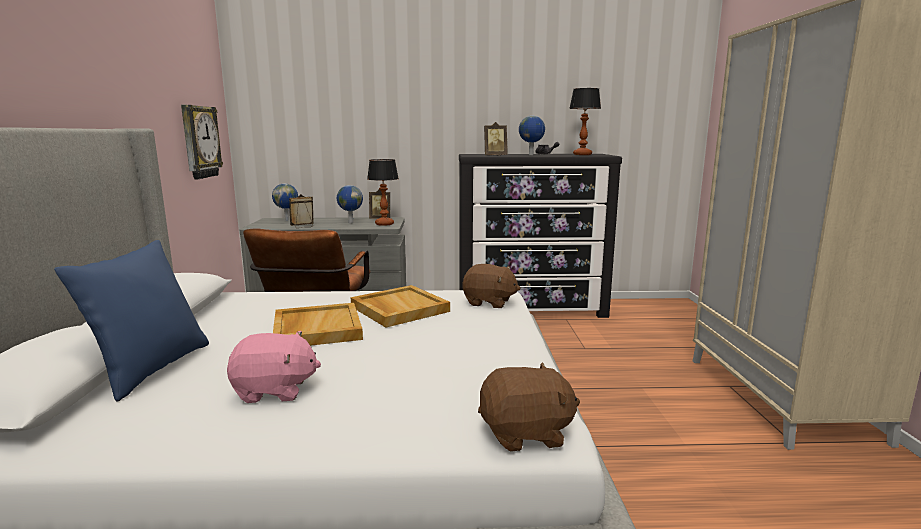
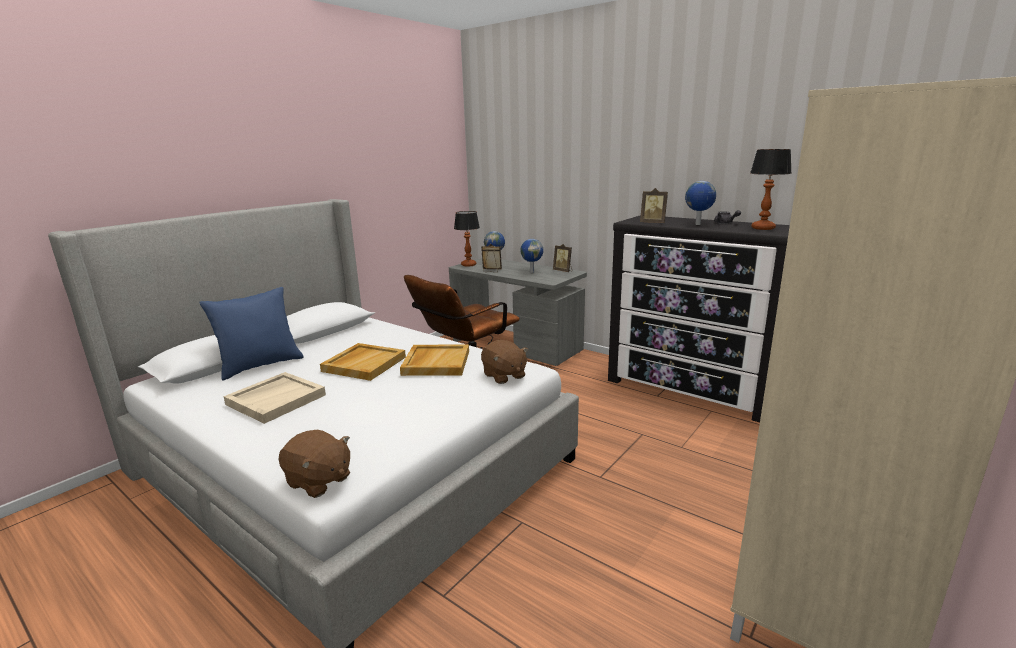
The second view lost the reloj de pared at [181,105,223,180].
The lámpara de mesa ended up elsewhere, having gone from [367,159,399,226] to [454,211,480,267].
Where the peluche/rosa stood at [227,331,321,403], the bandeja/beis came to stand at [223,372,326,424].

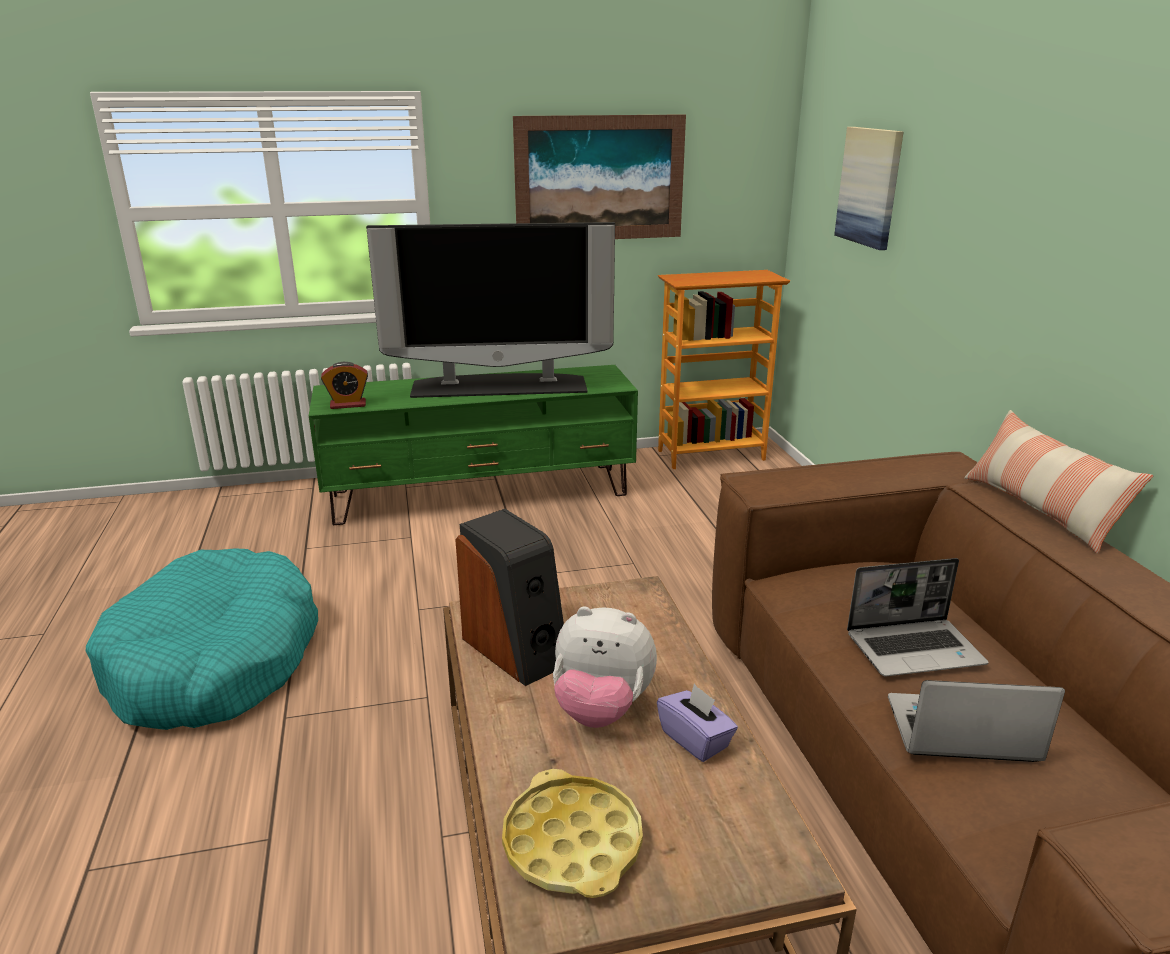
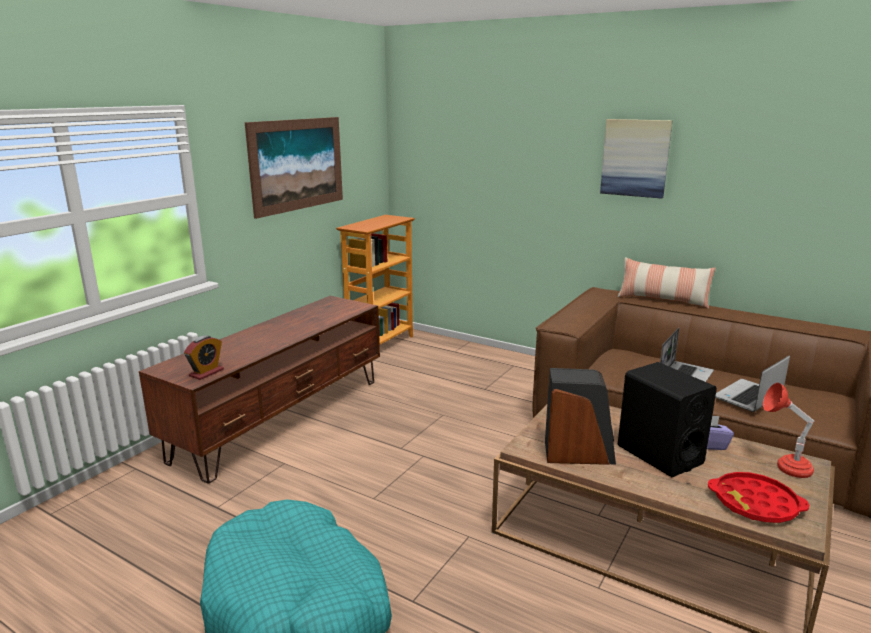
The cuadro ended up elsewhere, having gone from [834,127,904,250] to [600,119,673,199].
The second view lost the televisor at [366,222,615,398].
What was the mueble de televisión/verde at [309,365,638,525] turned into the mueble de televisión/marrón at [139,296,380,484].
Where the peluche stood at [553,607,657,728], the altavoz/negro came to stand at [618,362,717,477].
What was the bandeja/amarillo at [502,769,643,898] turned into the bandeja/rojo at [708,472,809,523].
The second view gained the lámpara de mesa/rojo at [763,383,814,478].

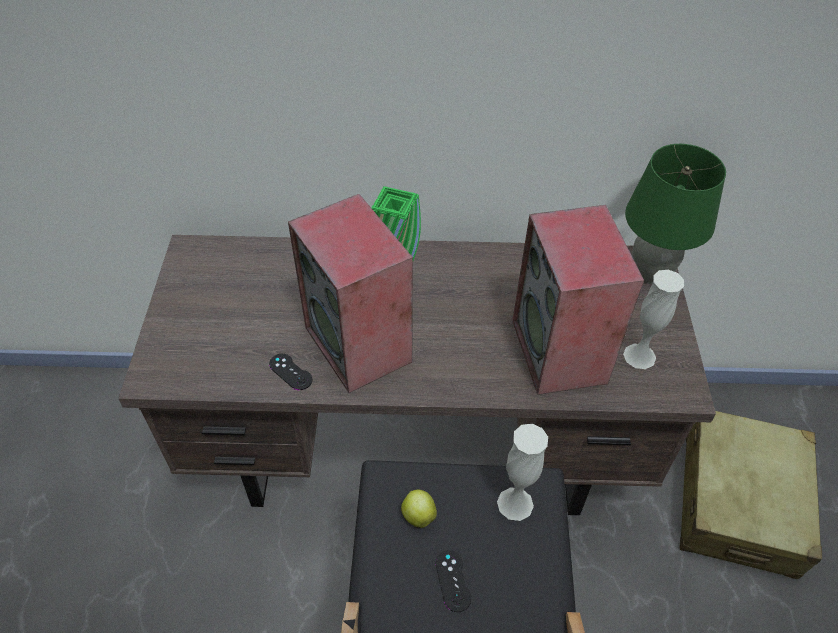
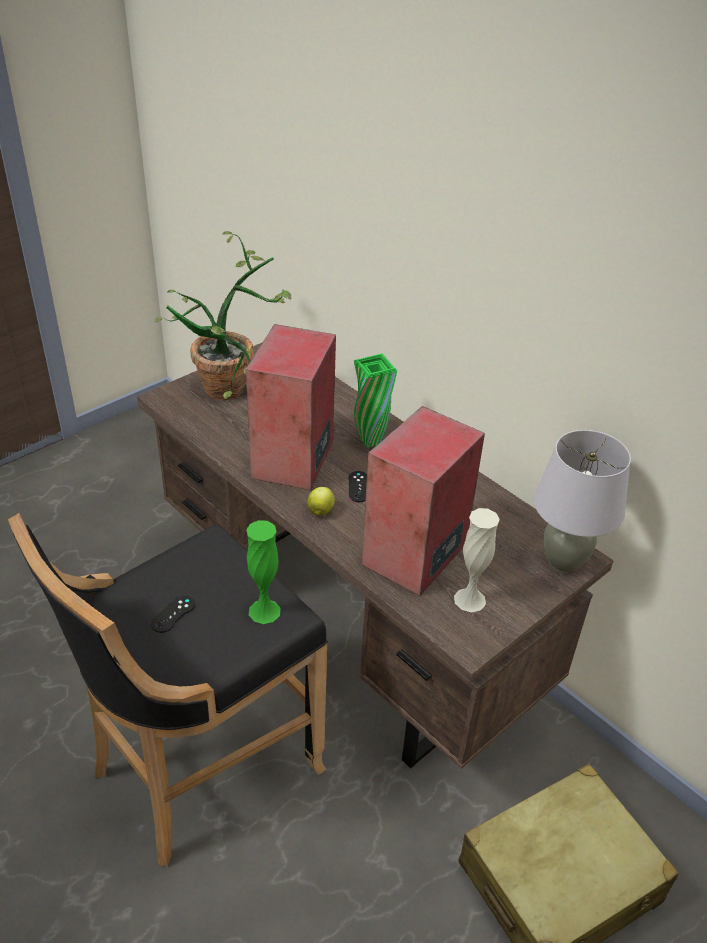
What was the lámpara de mesa/verde at [625,144,726,284] turned into the lámpara de mesa/gris at [534,430,631,574].
The mando de consola/negro ended up elsewhere, having gone from [269,354,312,390] to [349,471,367,502].
What was the florero/blanco at [497,424,548,521] turned into the florero/verde at [246,520,281,624].
The manzana ended up elsewhere, having gone from [401,489,437,528] to [308,487,335,515].
The second view gained the planta en maceta at [154,231,291,400].

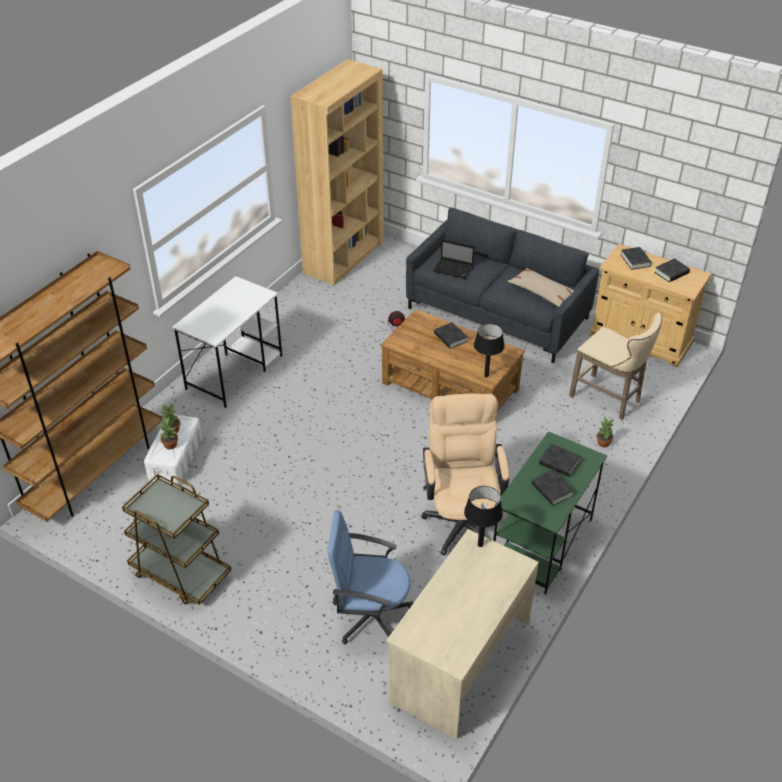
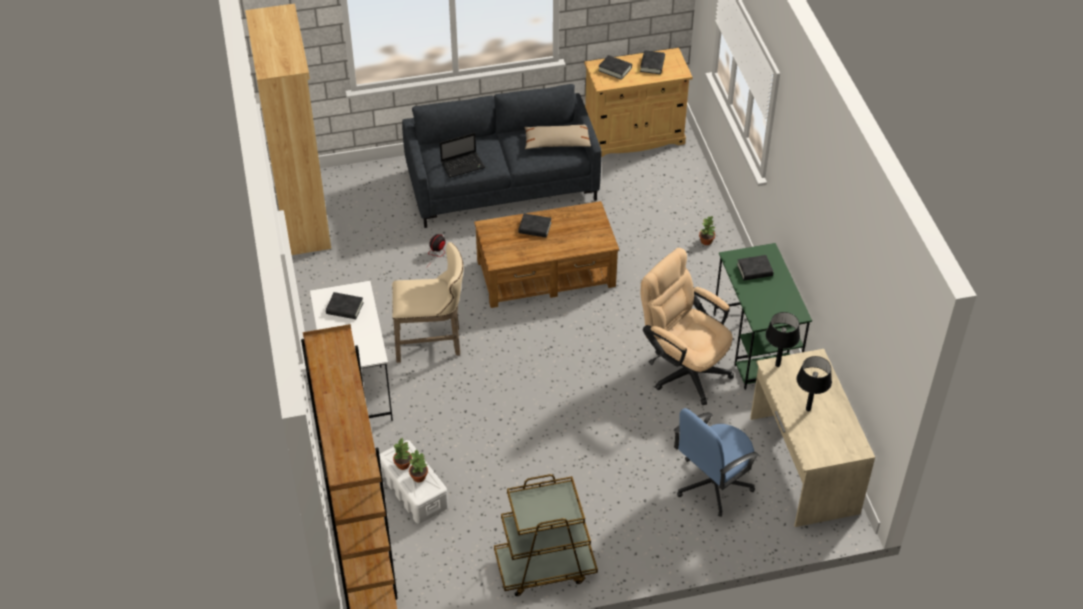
The taburete/beis ended up elsewhere, having gone from [569,313,662,420] to [392,242,464,363].
The lámpara de mesa/negro ended up elsewhere, having gone from [474,324,505,378] to [797,356,832,411].
The libro/negro ended up elsewhere, having gone from [532,469,574,506] to [326,292,364,319].

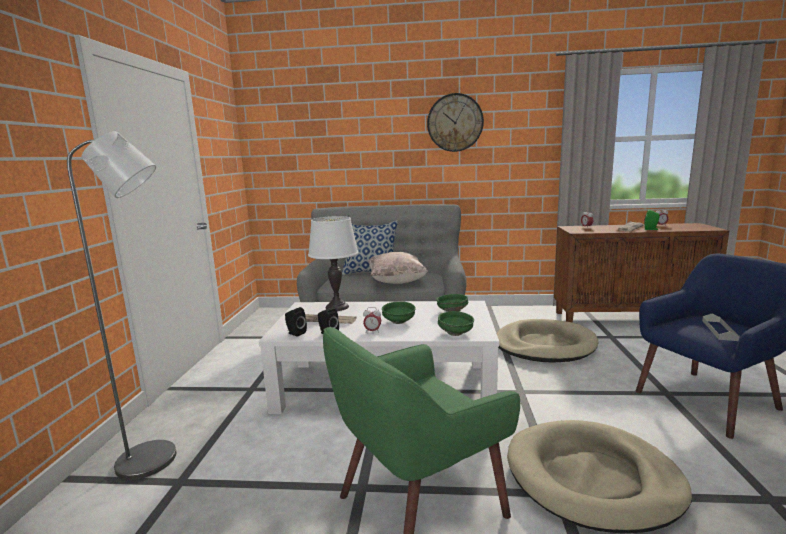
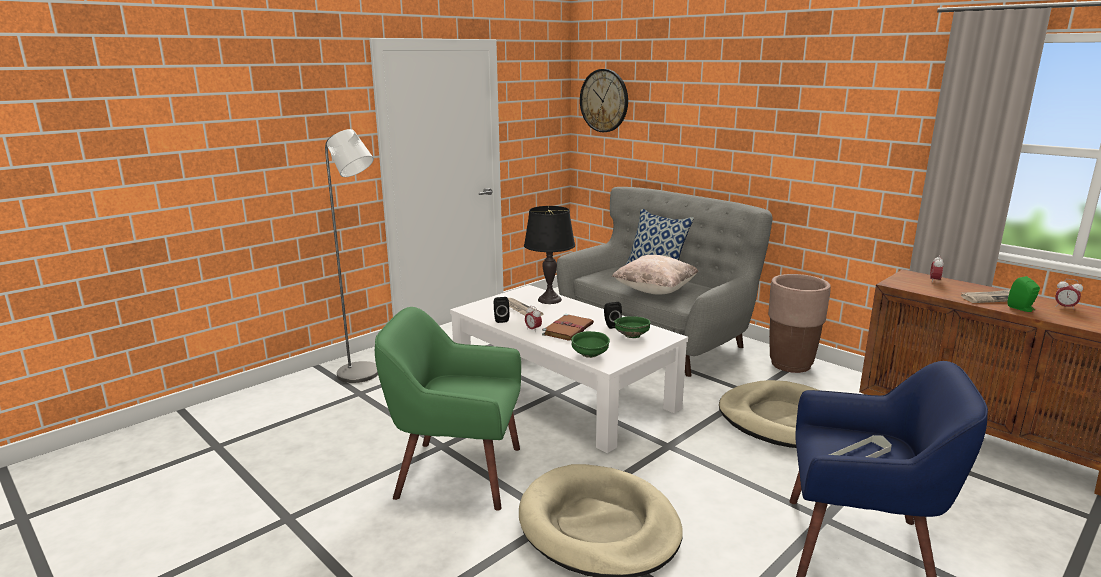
The reloj de pared ended up elsewhere, having gone from [427,93,484,152] to [580,69,628,132].
What was the lámpara de mesa/blanco at [308,216,359,311] turned into the lámpara de mesa/negro at [524,206,575,304].
Where the cuenco/verde stood at [382,302,416,324], the libro/marrón came to stand at [542,314,594,341].
The altavoz/negro ended up elsewhere, having gone from [285,307,307,337] to [604,302,622,329].
The second view gained the maceta/marrón at [768,274,831,373].

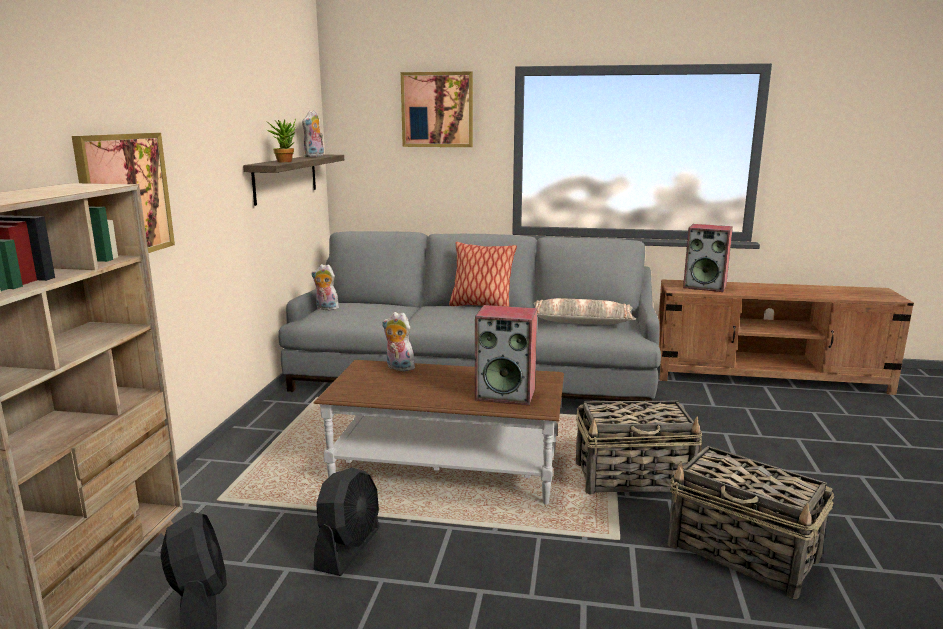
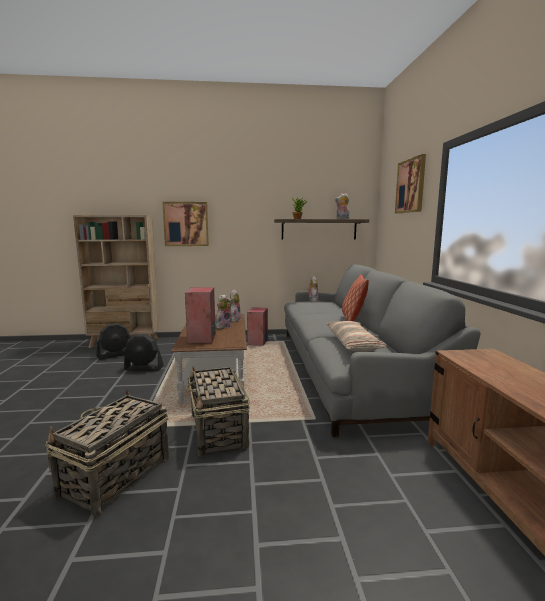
The altavoz ended up elsewhere, having gone from [683,224,733,292] to [247,307,268,346].
The second view gained the peluche at [216,294,232,329].

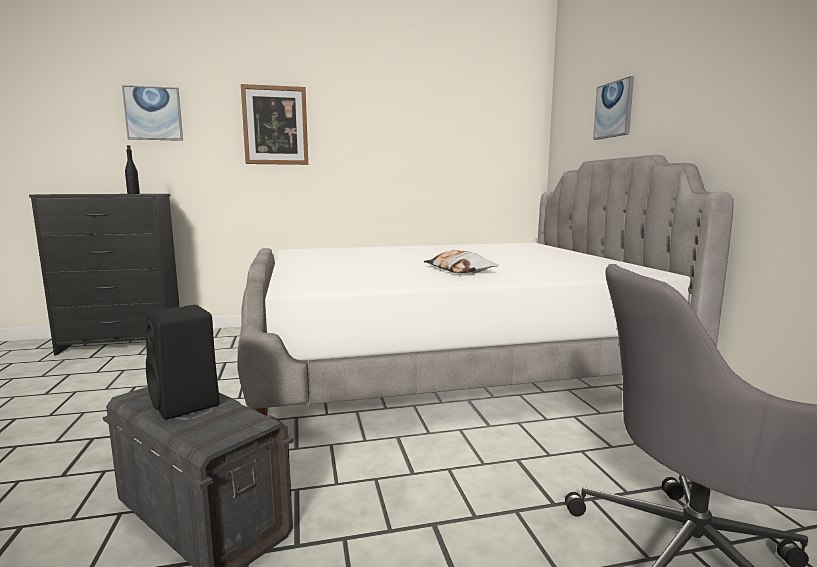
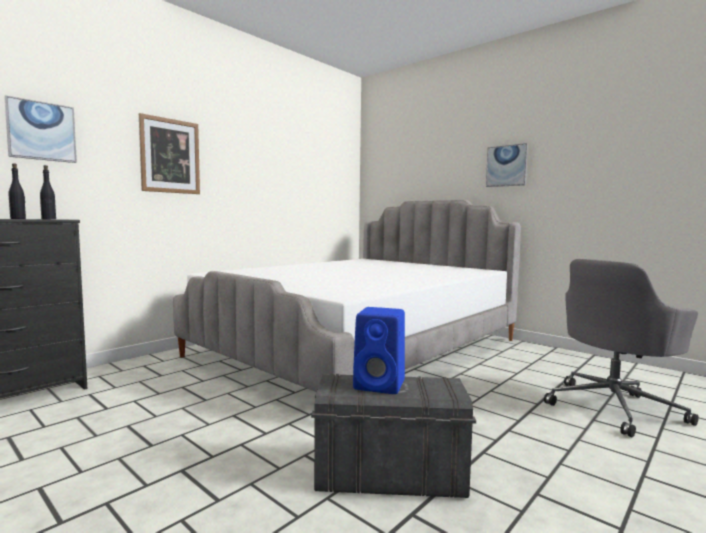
The cuadro ended up elsewhere, having gone from [593,76,634,140] to [486,143,528,187].
The second view lost the cojín at [424,250,498,273].
What was the altavoz/negro at [145,305,220,419] turned into the altavoz/azul at [353,307,405,394].
The second view gained the botella/negro at [9,164,26,219].

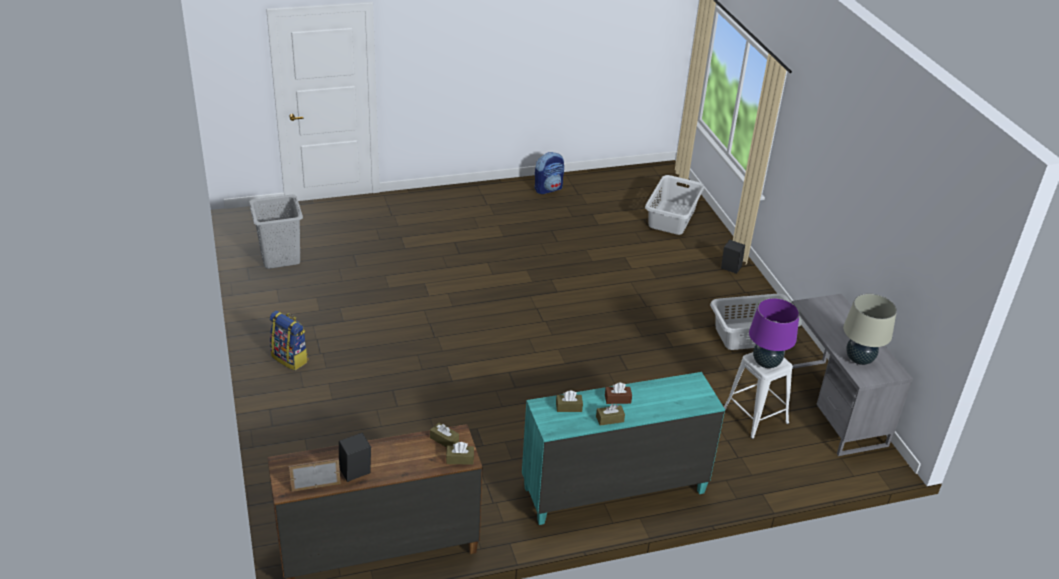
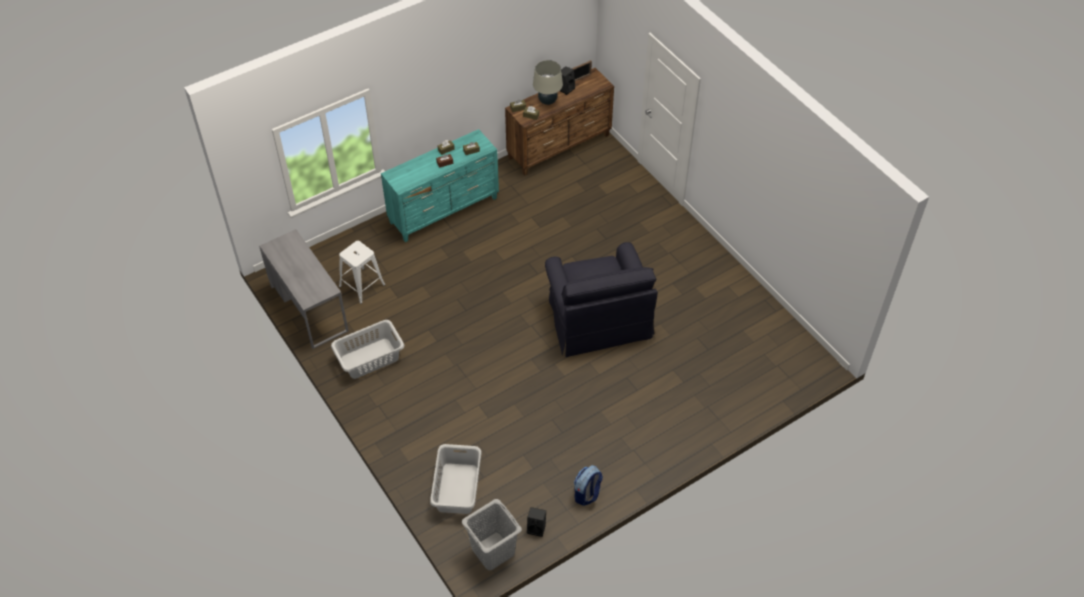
The cesto de la ropa/gris ended up elsewhere, having gone from [249,194,303,269] to [462,499,522,570].
The altavoz/negro ended up elsewhere, having gone from [721,239,745,274] to [527,507,546,537].
The lámpara de mesa/beis ended up elsewhere, having gone from [843,293,897,365] to [533,60,563,105].
The second view lost the lámpara de mesa/morado at [749,298,800,368].
The second view lost the mochila at [270,311,309,371].
The second view gained the sillón/negro at [545,242,658,357].

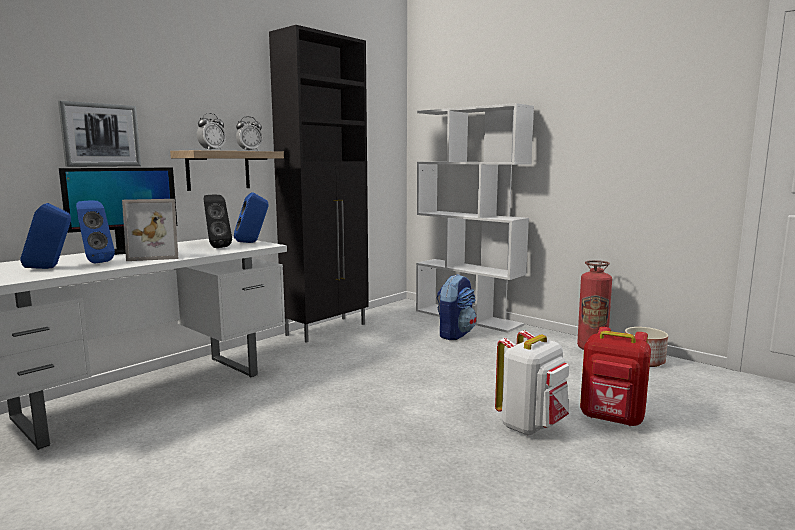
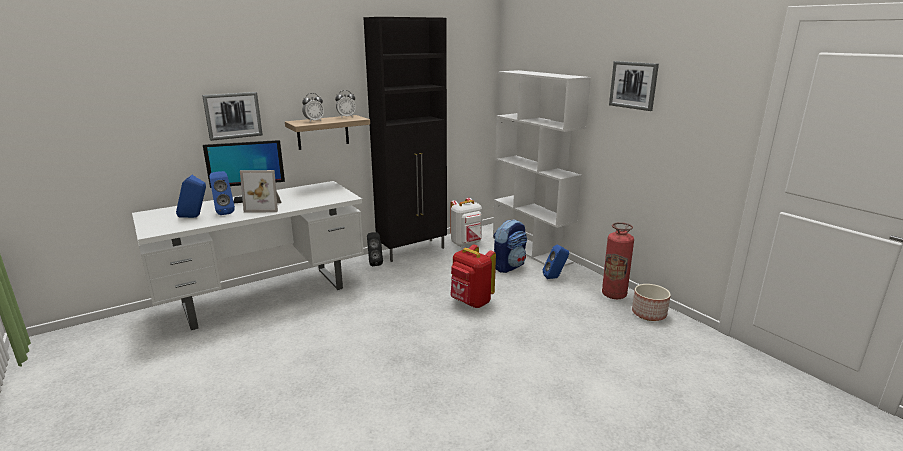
The altavoz/azul ended up elsewhere, having gone from [234,193,269,243] to [543,244,569,279].
The altavoz/negro ended up elsewhere, having gone from [204,195,232,248] to [367,232,383,266].
The mochila/rojo ended up elsewhere, having gone from [580,327,651,426] to [450,244,496,308].
The mochila/blanco ended up elsewhere, having gone from [495,330,569,435] to [450,198,482,247].
The second view gained the cuadro at [609,61,659,111].

